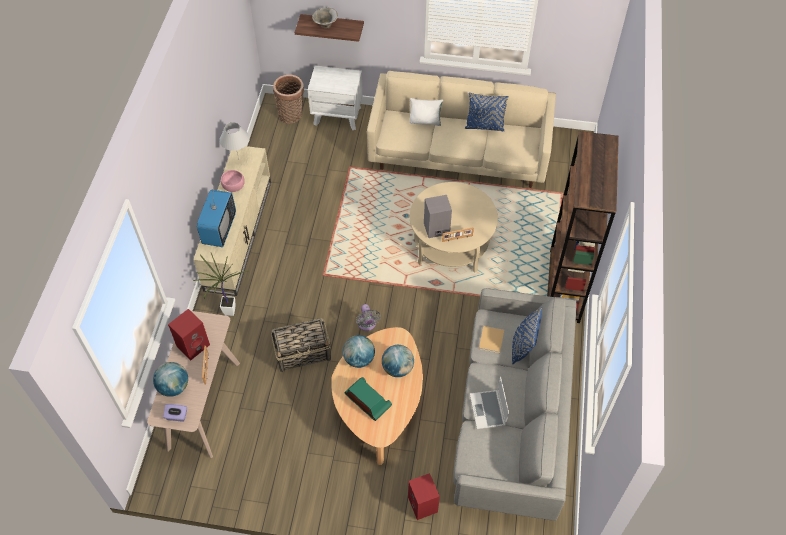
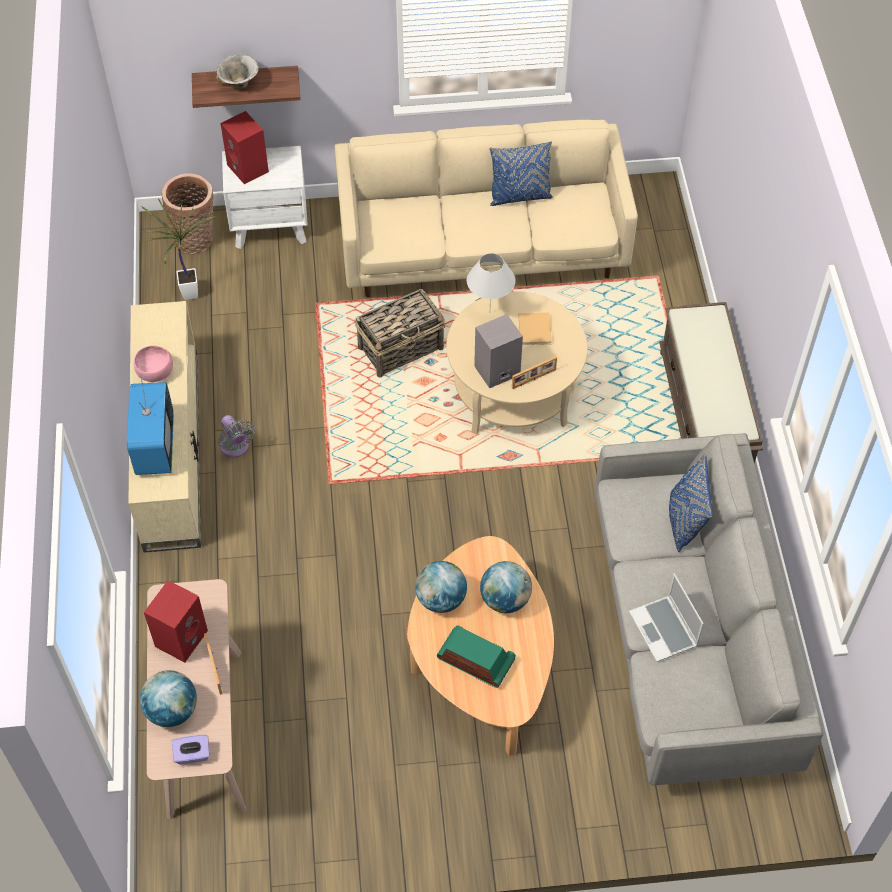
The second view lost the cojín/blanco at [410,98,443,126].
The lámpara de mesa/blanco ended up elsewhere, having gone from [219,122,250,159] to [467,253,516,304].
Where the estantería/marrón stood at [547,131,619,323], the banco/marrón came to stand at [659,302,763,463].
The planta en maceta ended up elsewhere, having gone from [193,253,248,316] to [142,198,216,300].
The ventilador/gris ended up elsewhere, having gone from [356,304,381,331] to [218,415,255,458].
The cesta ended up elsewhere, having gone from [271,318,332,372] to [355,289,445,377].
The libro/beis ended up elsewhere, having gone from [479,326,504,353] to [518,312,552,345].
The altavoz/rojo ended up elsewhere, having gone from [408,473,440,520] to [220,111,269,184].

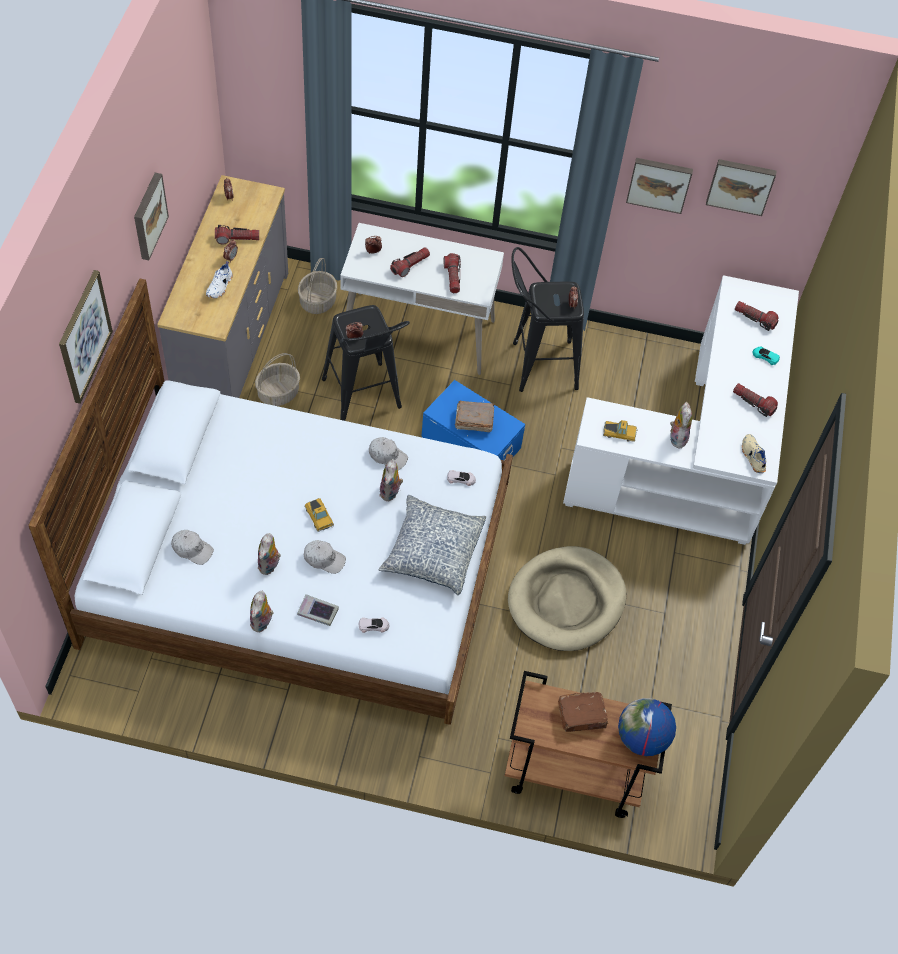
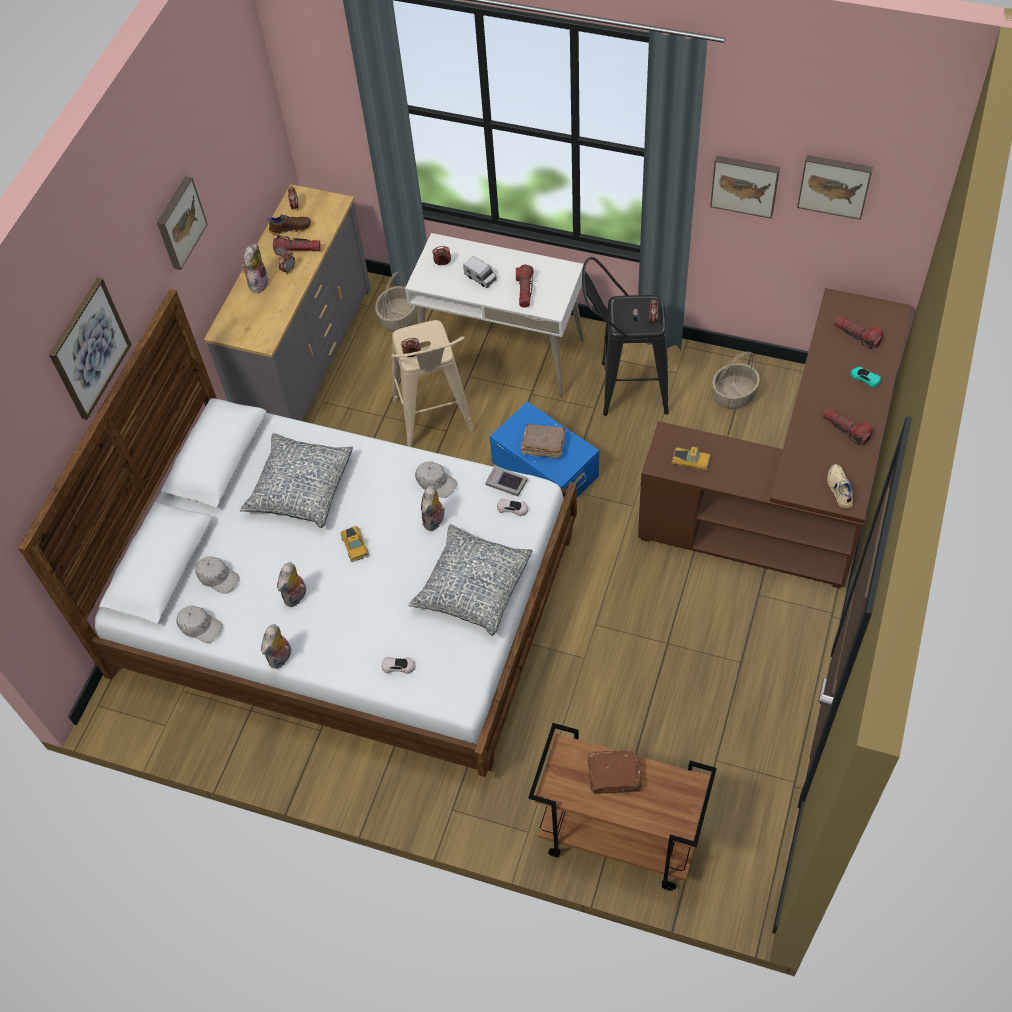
Where the linterna stood at [390,247,430,277], the camión de juguete came to stand at [463,256,497,288].
The second view lost the zapato/blanco at [206,262,233,298].
What was the escritorio/blanco at [563,275,799,545] turned into the escritorio/marrón at [638,288,911,588].
What was the taburete/negro at [322,305,410,421] turned into the taburete/beis at [391,320,475,447].
The cesta ended up elsewhere, having gone from [255,353,300,406] to [712,352,760,409].
The peluche ended up elsewhere, having gone from [670,402,692,448] to [242,244,269,293].
The gorra/blanco ended up elsewhere, having gone from [304,540,346,574] to [176,606,223,643].
The second view lost the cama para perro/beis at [508,546,626,651].
The libro ended up elsewhere, having gone from [297,594,339,626] to [485,465,527,496].
The second view lost the globo terráqueo at [618,698,676,756].
The second view gained the zapato/marrón at [267,215,311,235].
The second view gained the cojín at [240,433,353,528].

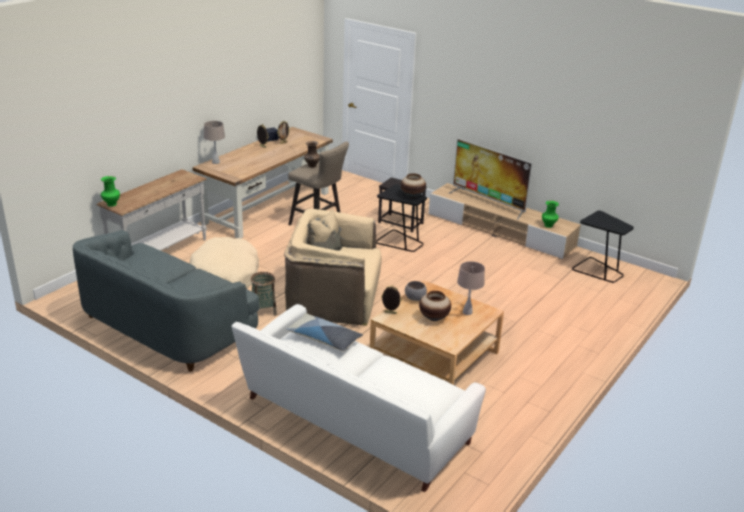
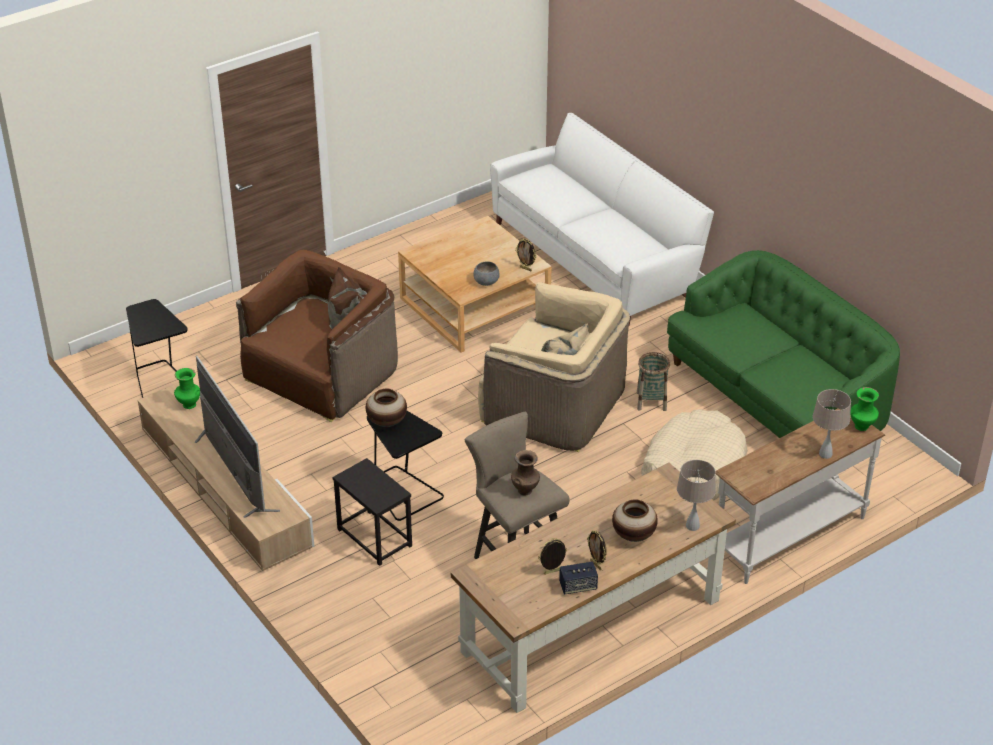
What was the sofá/gris at [73,230,259,372] turned into the sofá/verde at [667,250,900,438].
The lámpara de mesa/beis ended up elsewhere, having gone from [457,261,485,315] to [813,389,851,459].
The florero ended up elsewhere, having gone from [419,291,451,321] to [612,499,658,542].
The second view lost the cojín at [286,313,363,352].
The second view gained the sillón/marrón at [236,250,398,423].

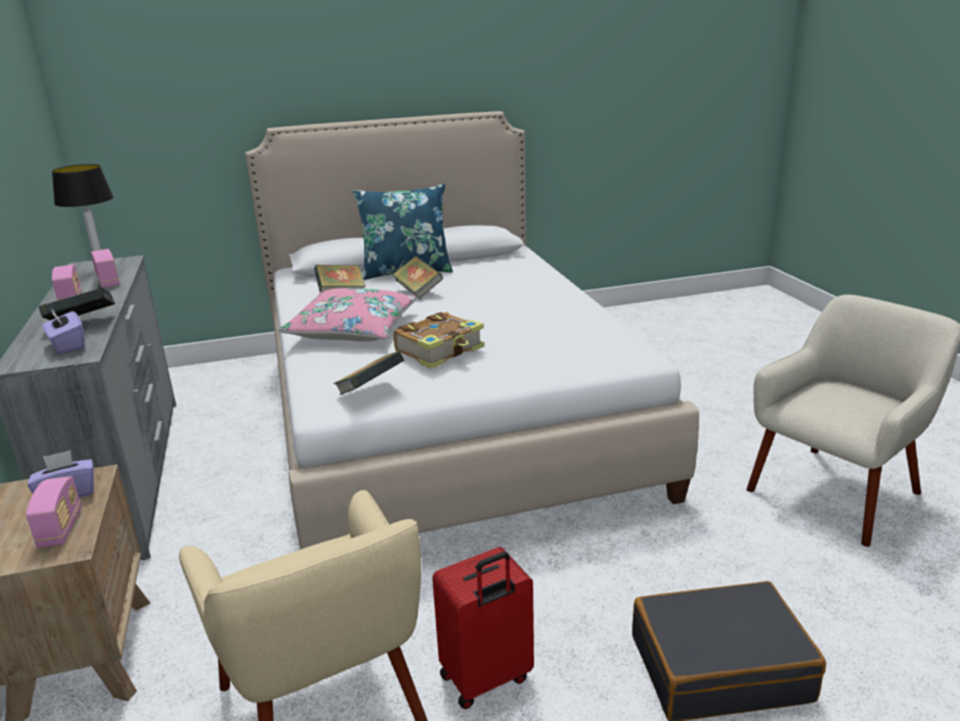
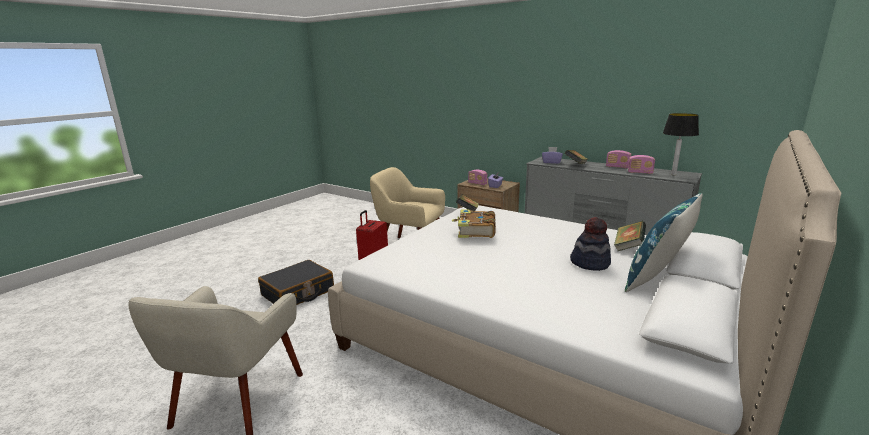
Where the libro stood at [392,256,443,299], the sombrero came to stand at [570,217,611,271].
The second view lost the cojín/rosa at [278,288,417,342].

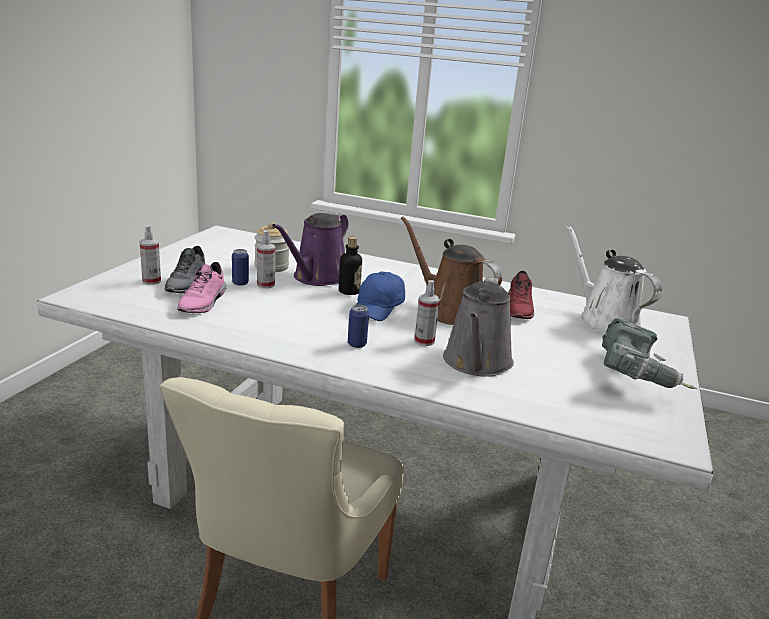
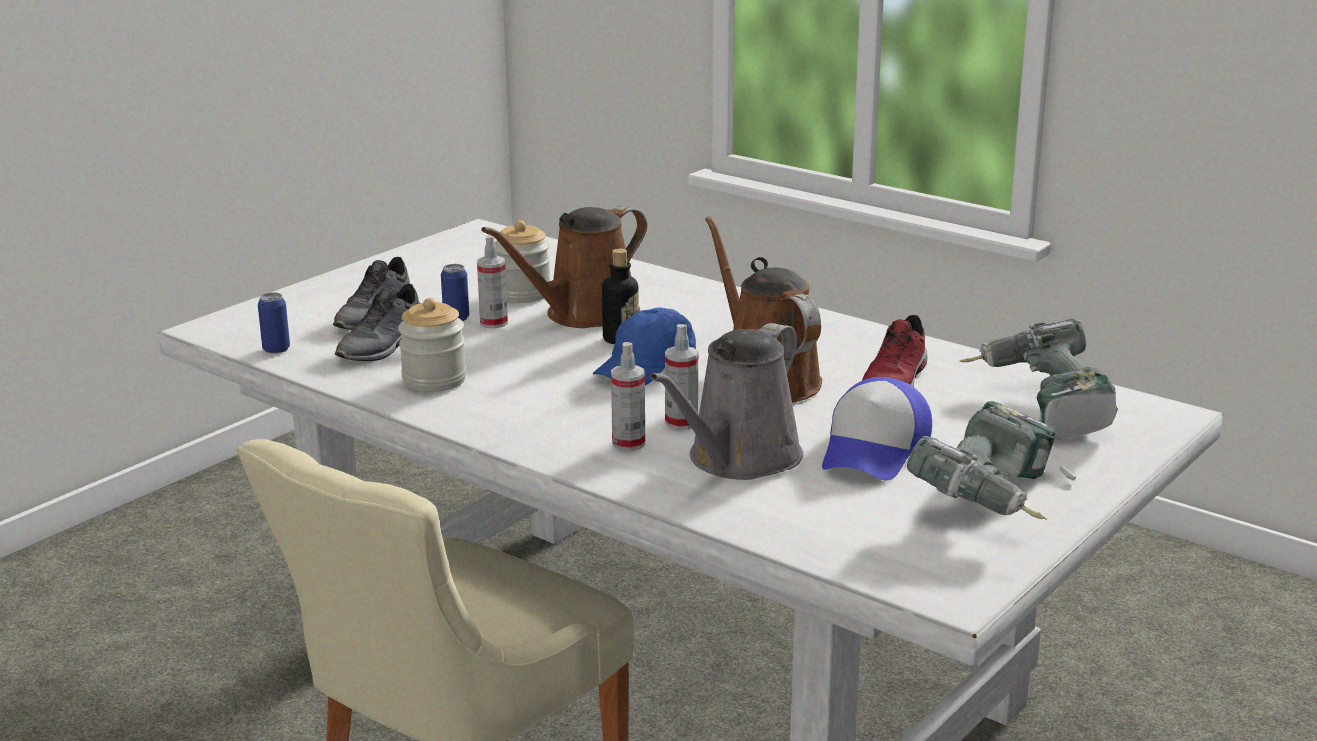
What was the regadera/morado at [272,213,349,286] turned into the regadera/marrón at [481,206,647,328].
The pulverizador ended up elsewhere, having gone from [139,225,161,285] to [611,342,645,451].
Where the regadera/blanco stood at [566,225,662,333], the taladro came to stand at [959,319,1118,440].
What was the zapato/rosa at [177,262,226,313] turned into the zapato/gris at [335,284,420,361].
The lata ended up elsewhere, having gone from [348,305,369,348] to [258,292,290,354].
The second view gained the tarro at [398,298,466,392].
The second view gained the gorra at [822,377,932,480].

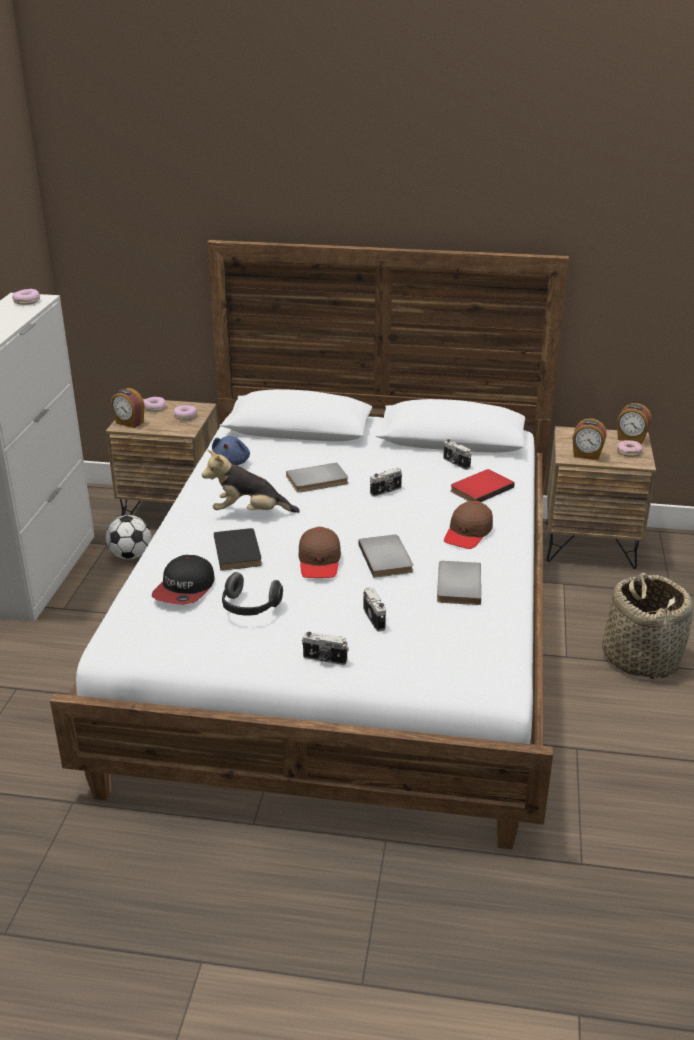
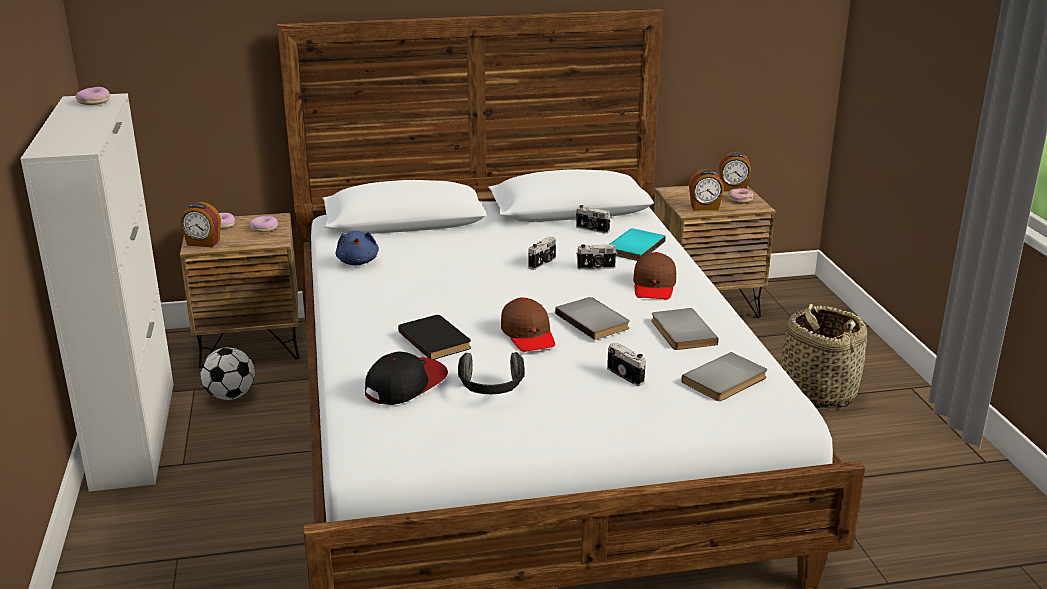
The second view lost the peluche at [202,450,300,513].
The libro/gris ended up elsewhere, having gone from [286,463,348,493] to [681,352,767,401].
What was the libro/rojo at [450,469,515,502] turned into the libro/turquesa at [610,228,666,261].
The gorra at [152,555,215,605] ended up facing another way, 135 degrees counterclockwise from before.
The cámara ended up elsewhere, having gone from [302,632,349,665] to [576,244,617,269].

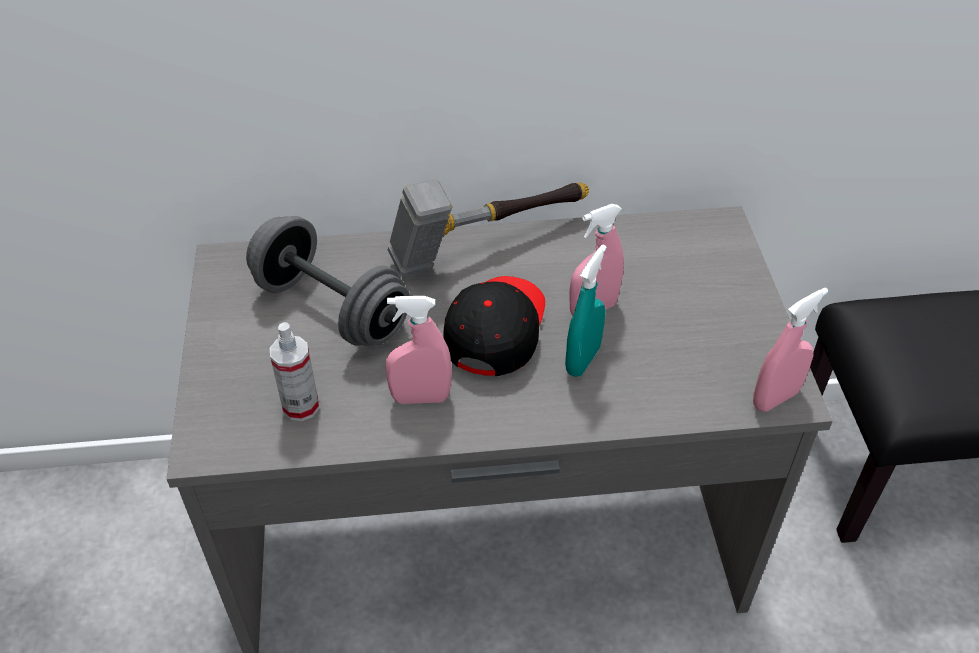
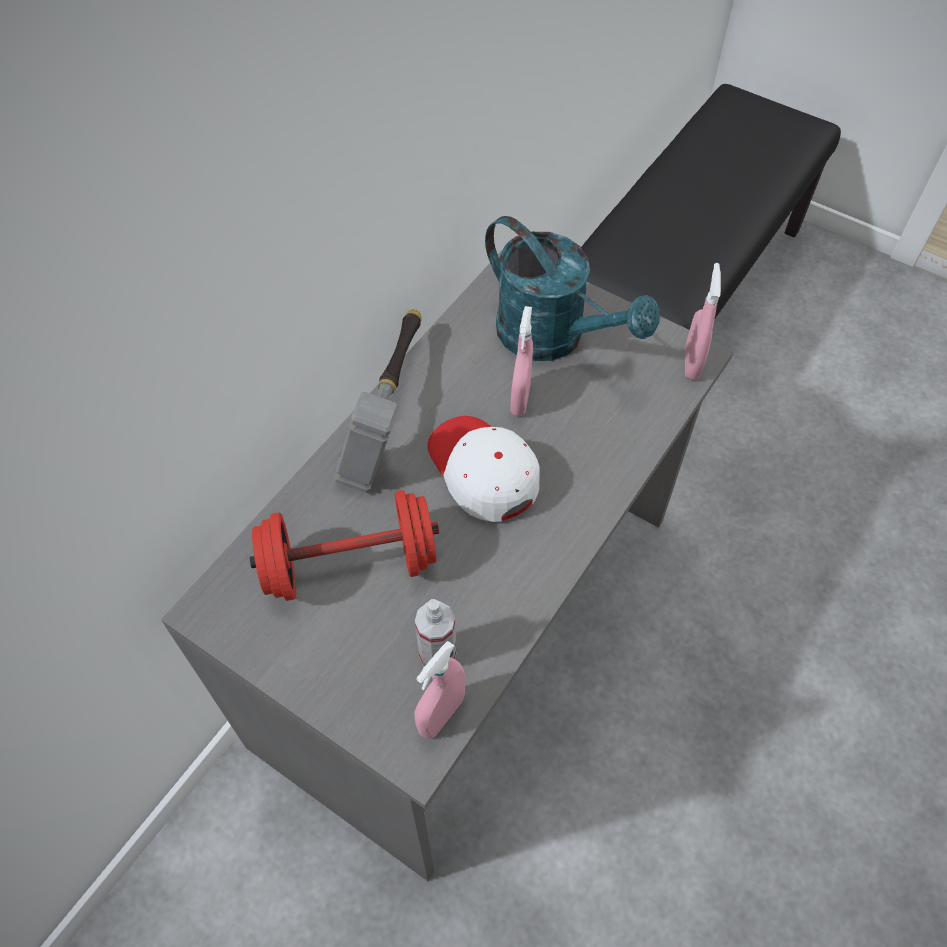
What was the mancuerna/gris at [246,216,410,346] turned into the mancuerna/rojo at [250,490,439,601].
The second view lost the pulverizador/turquesa at [565,245,607,377].
What was the gorra/negro at [443,276,545,376] turned into the gorra/blanco at [427,416,540,522].
The pulverizador/rosa ended up elsewhere, having gone from [385,296,452,404] to [414,641,465,738].
The second view gained the regadera/turquesa at [485,216,660,361].

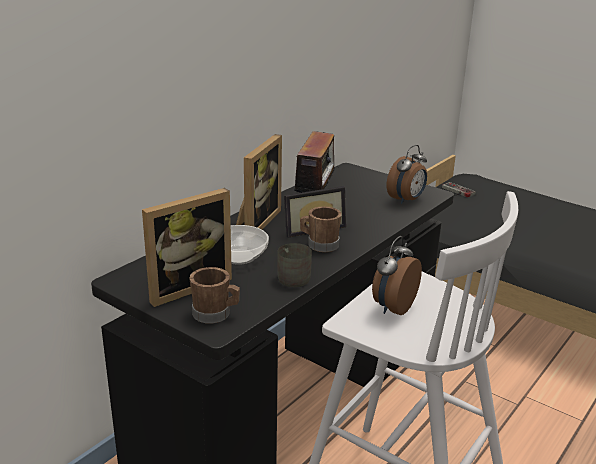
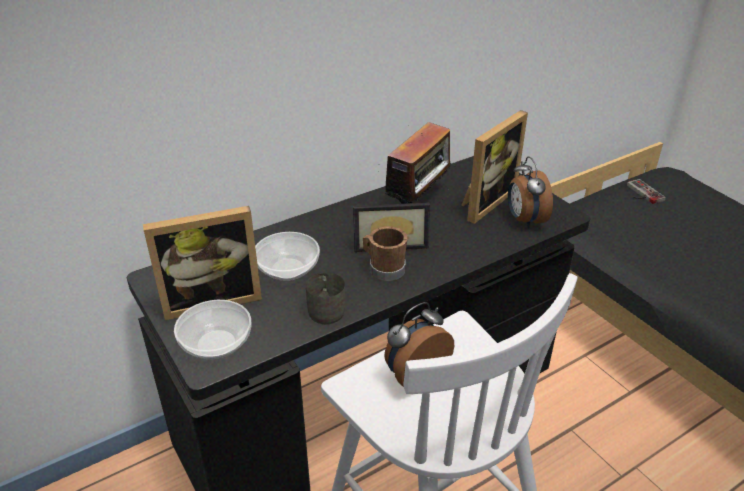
The portarretratos ended up elsewhere, having gone from [236,134,282,230] to [462,110,528,224].
The despertador at [387,145,427,204] ended up facing another way, 105 degrees clockwise from before.
Where the taza grande/marrón stood at [189,267,240,324], the cuenco came to stand at [174,300,251,359].

